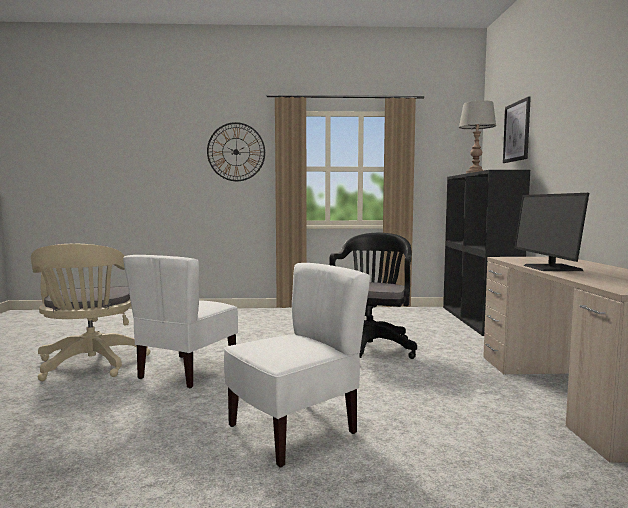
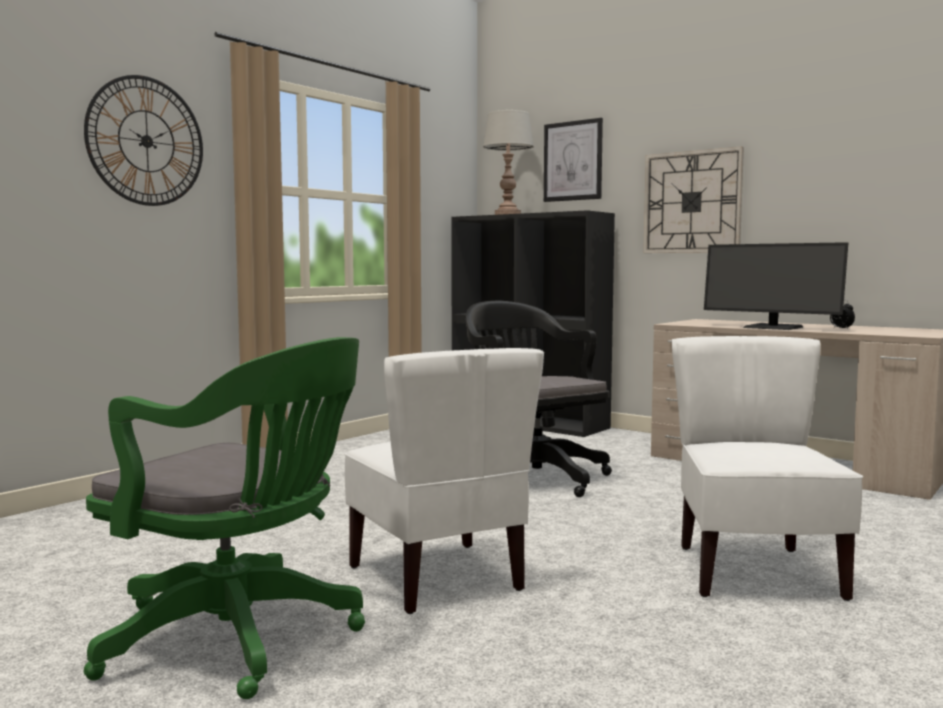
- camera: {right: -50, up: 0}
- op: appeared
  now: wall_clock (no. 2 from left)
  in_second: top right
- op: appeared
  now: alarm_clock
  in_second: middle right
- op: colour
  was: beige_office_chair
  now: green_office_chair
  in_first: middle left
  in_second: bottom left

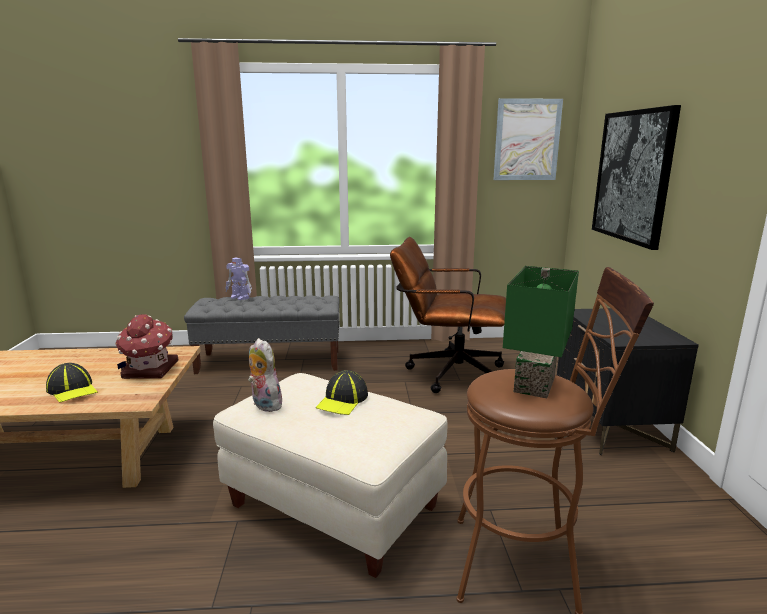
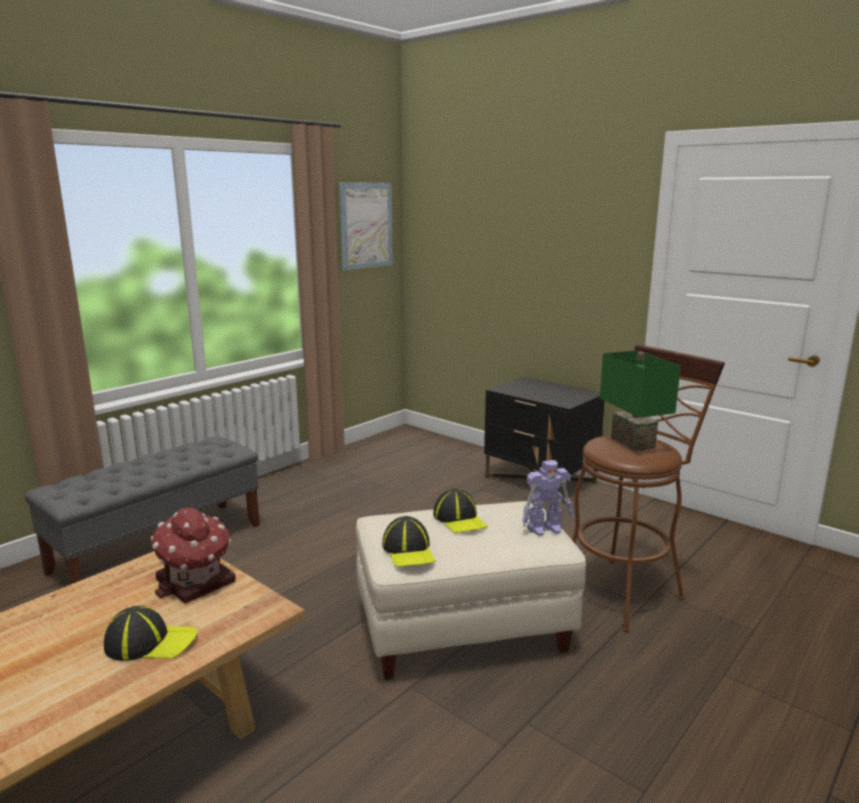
- camera: {right: -45, up: 0}
- op: missing
  was: brown_office_chair
  in_first: centre
- op: missing
  was: picture (no. 2 from left)
  in_first: top right
- op: relocated
  was: toy_robot
  in_first: middle left
  in_second: centre
- op: exchanged
  was: plush_toy
  now: cap (no. 2 from left)
  in_first: centre
  in_second: bottom centre

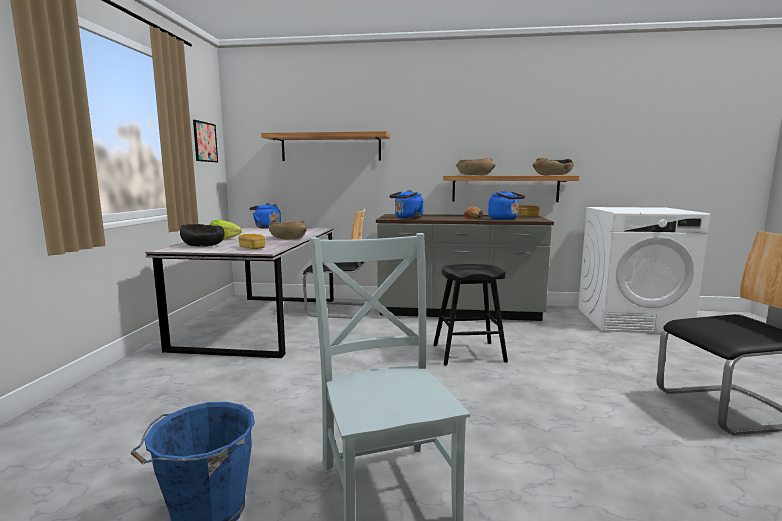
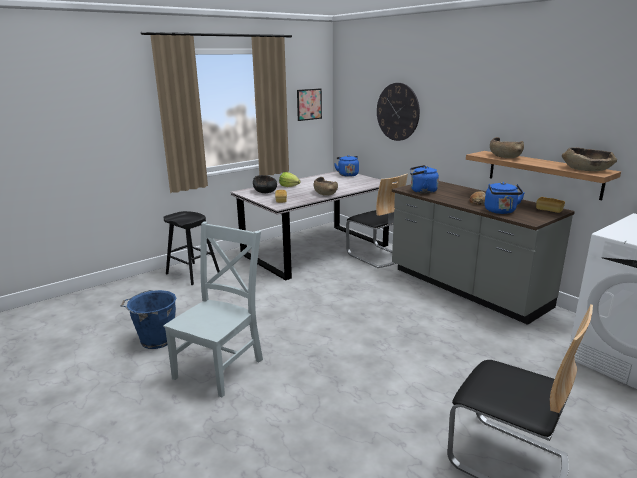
- camera: {right: 45, up: 10}
- op: relocated
  was: black_stool
  in_first: centre
  in_second: middle left
- op: exchanged
  was: shelf (no. 1 from left)
  now: wall_clock
  in_first: top centre
  in_second: top centre

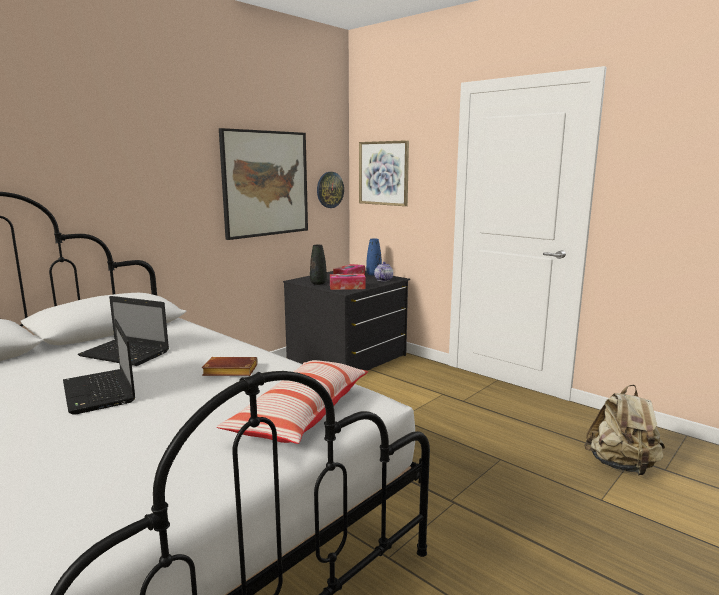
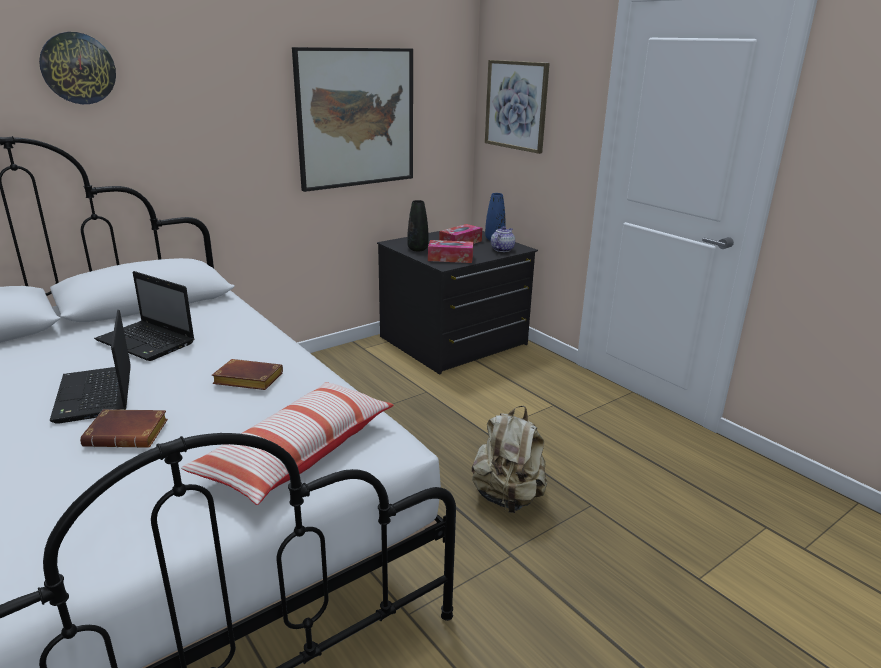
- camera: {right: 10, up: 10}
- op: appeared
  now: brown_book (no. 1 from left)
  in_second: middle left
- op: relocated
  was: wall_clock
  in_first: top centre
  in_second: top left
- op: relocated
  was: beige_backpack
  in_first: bottom right
  in_second: bottom centre

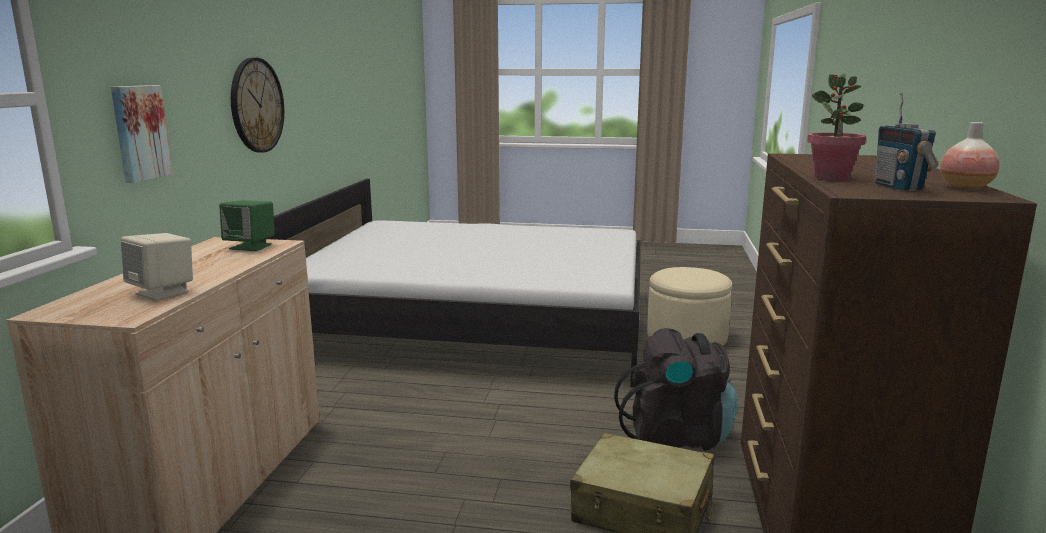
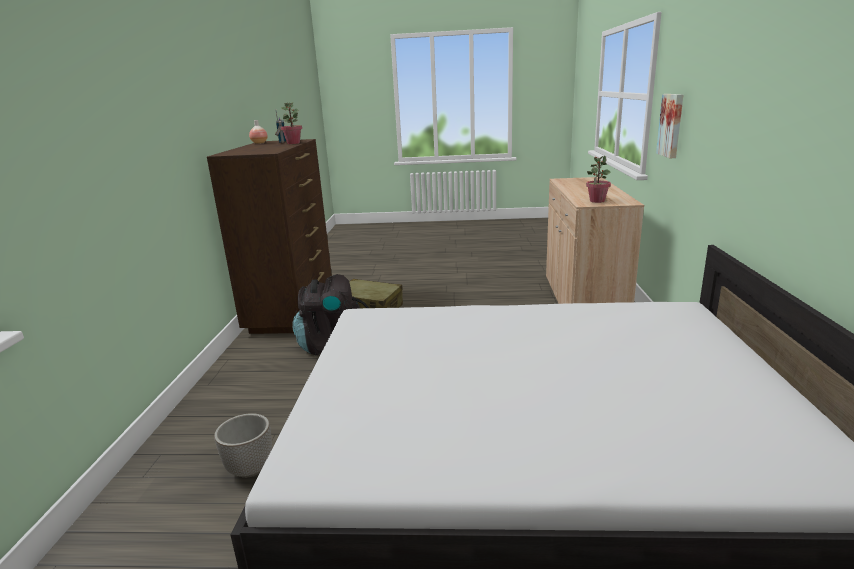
- camera: {right: 175, up: 5}
- op: missing
  was: beige_speaker
  in_first: middle left
- op: missing
  was: wall_clock
  in_first: top left
- op: exchanged
  was: green_speaker
  now: potted_plant (no. 2 from left)
  in_first: middle left
  in_second: top right
- op: exchanged
  was: beige_ottoman
  now: planter
  in_first: centre
  in_second: bottom left

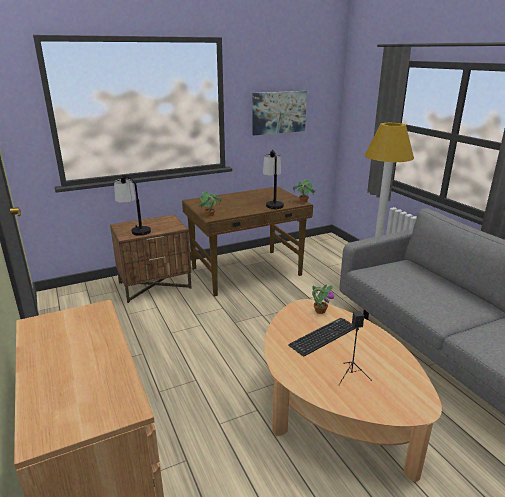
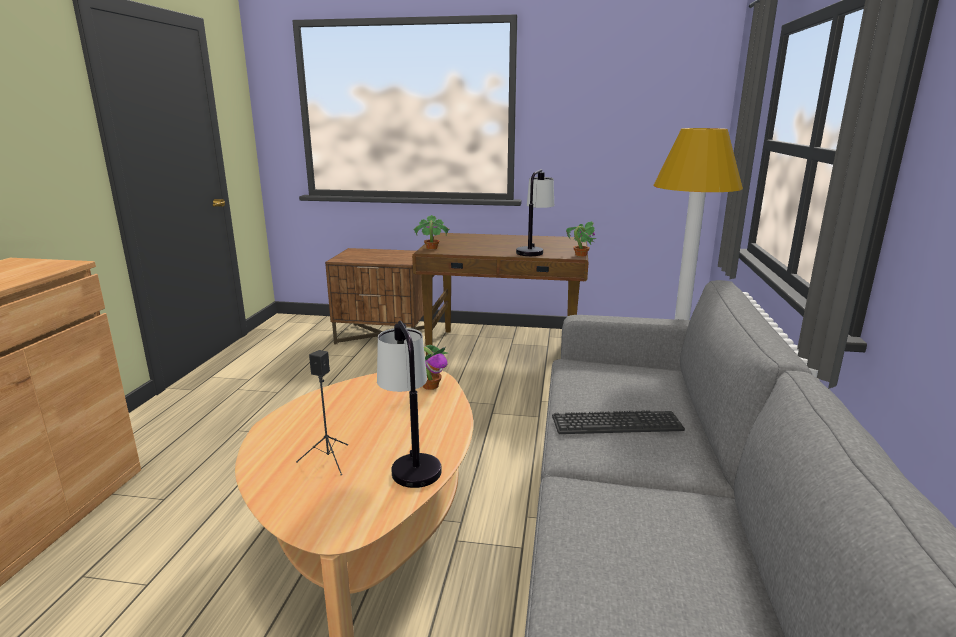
- camera: {right: 35, up: -5}
- op: missing
  was: picture
  in_first: top centre
- op: relocated
  was: table_lamp (no. 1 from left)
  in_first: middle left
  in_second: centre
- op: relocated
  was: keyboard
  in_first: bottom centre
  in_second: centre

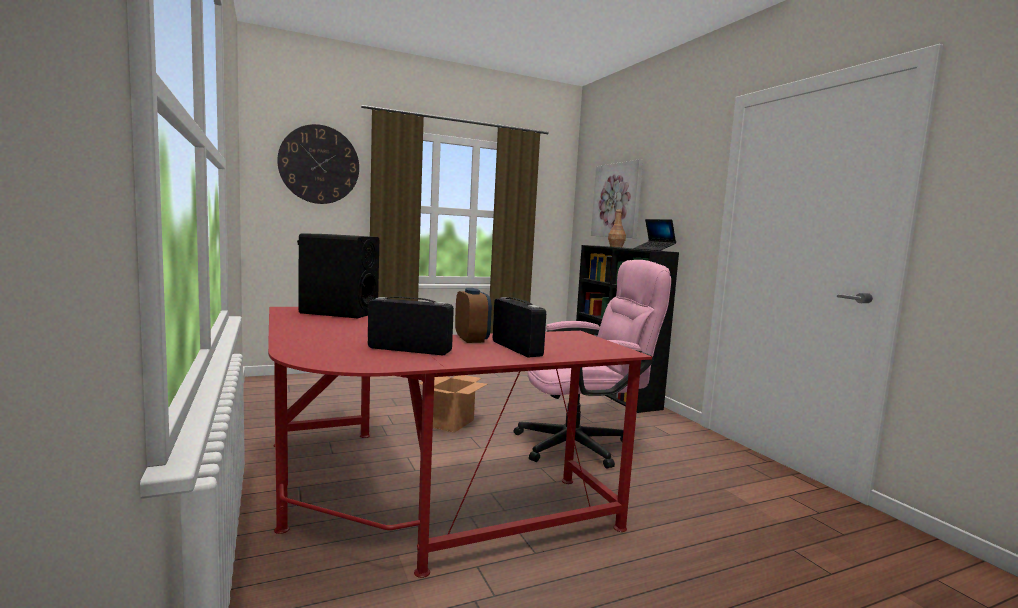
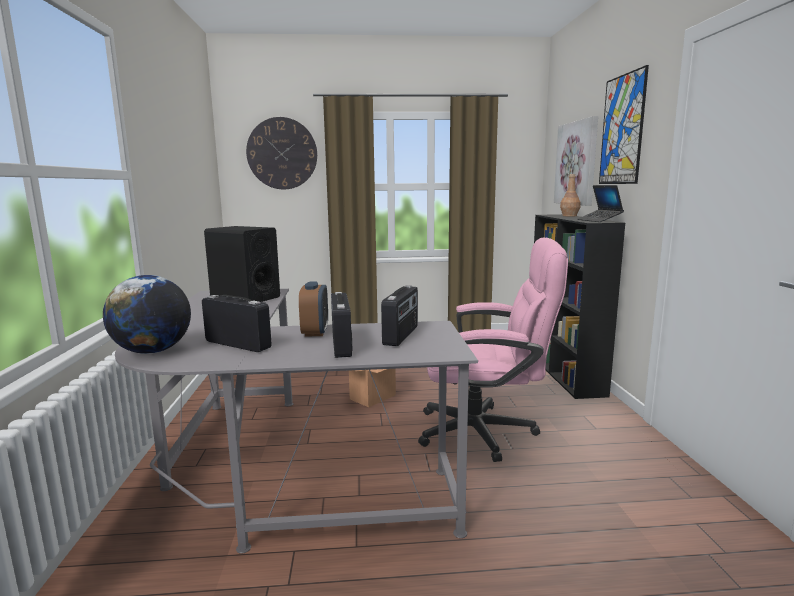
- camera: {right: 20, up: 5}
- op: appeared
  now: globe
  in_second: middle left
- op: appeared
  now: radio (no. 3 from left)
  in_second: centre
- op: appeared
  now: picture (no. 2 from left)
  in_second: top right
- op: colour
  was: red_desk
  now: grey_desk
  in_first: bottom centre
  in_second: bottom centre

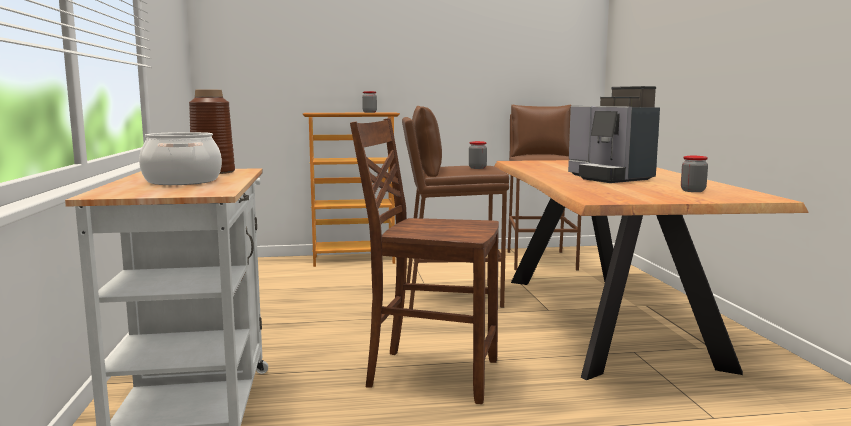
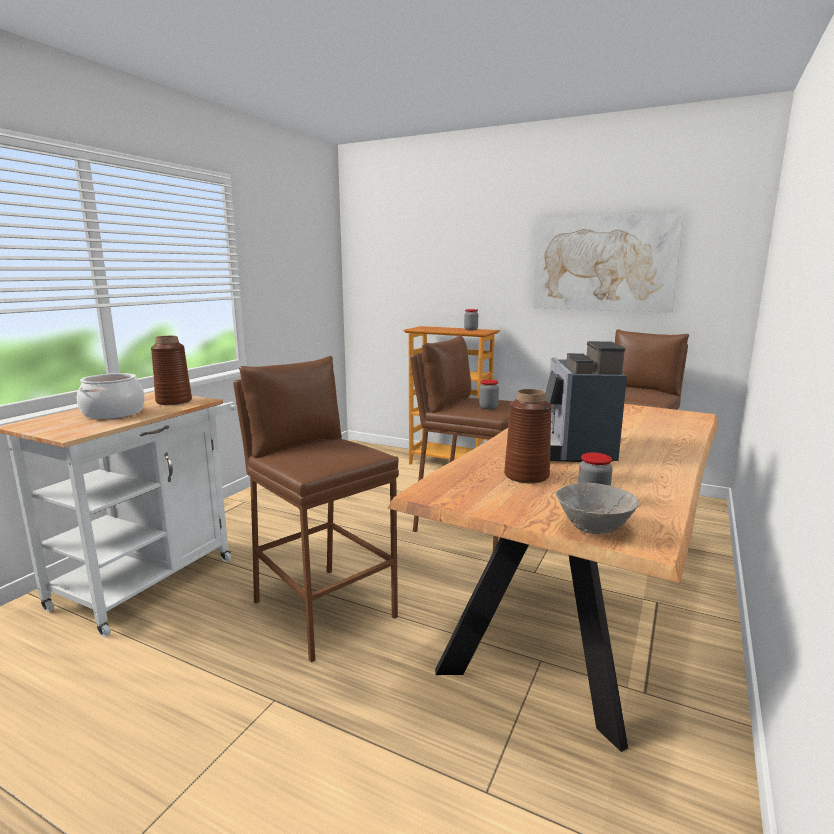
- camera: {right: 35, up: 5}
- op: appeared
  now: brown_vase (no. 2 from left)
  in_second: centre
- op: appeared
  now: picture
  in_second: top right
- op: appeared
  now: grey_bowl
  in_second: middle right
- op: exchanged
  was: brown_chair
  now: brown_stool (no. 1 from left)
  in_first: centre
  in_second: centre

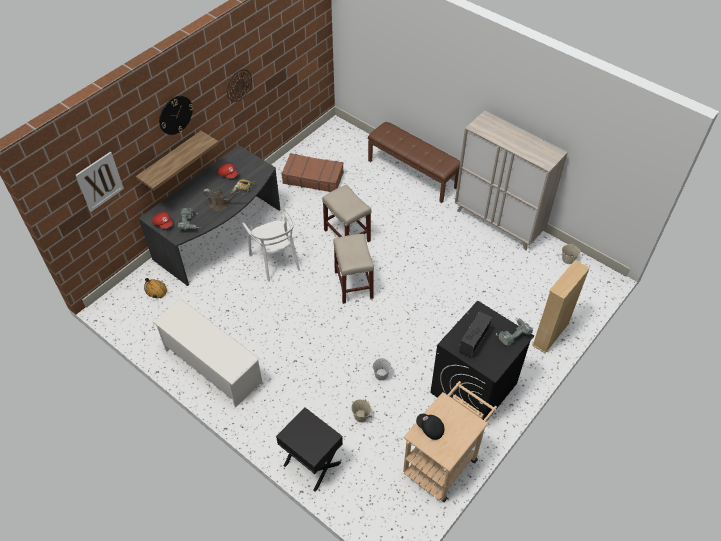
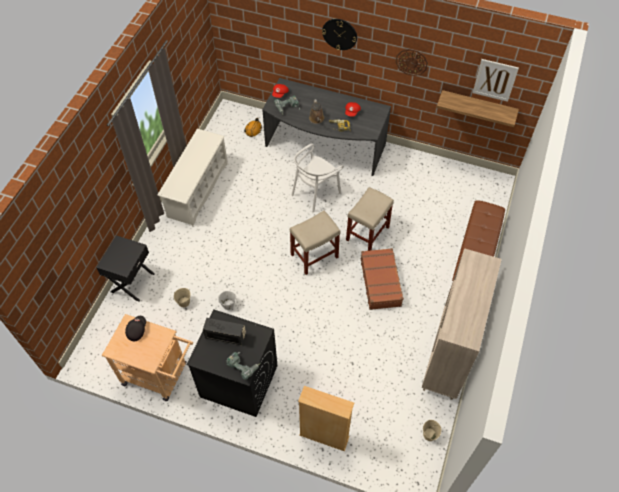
- camera: {right: 70, up: 5}
- op: relocated
  was: picture
  in_first: middle left
  in_second: top right
- op: relocated
  was: shelf
  in_first: top left
  in_second: top right
- op: relocated
  was: brown_suitcase
  in_first: top centre
  in_second: centre

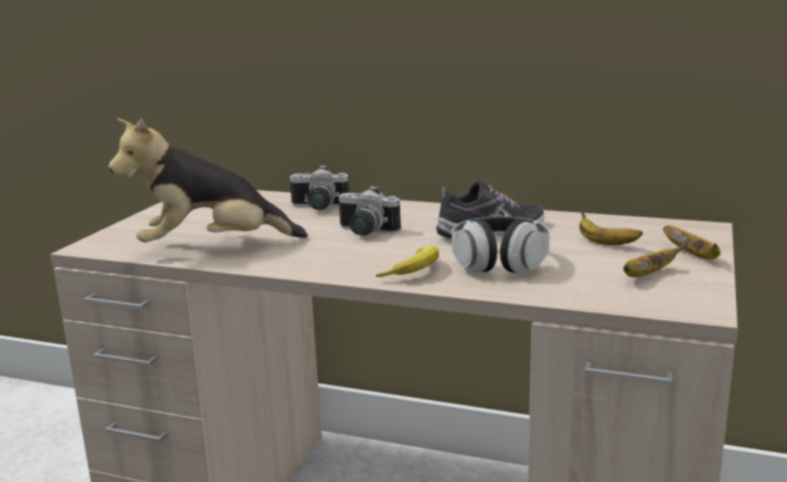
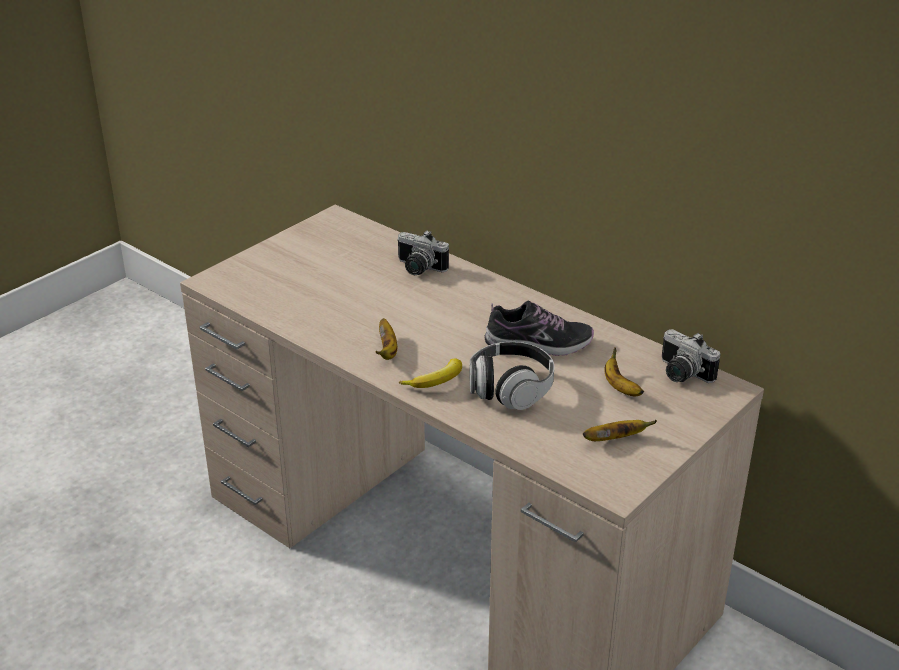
- camera: {right: 20, up: 15}
- op: missing
  was: plush_toy
  in_first: middle left
- op: relocated
  was: photo_camera (no. 2 from left)
  in_first: centre
  in_second: middle right
- op: relocated
  was: banana (no. 4 from left in the first image)
  now: banana (no. 1 from left)
  in_first: middle right
  in_second: centre

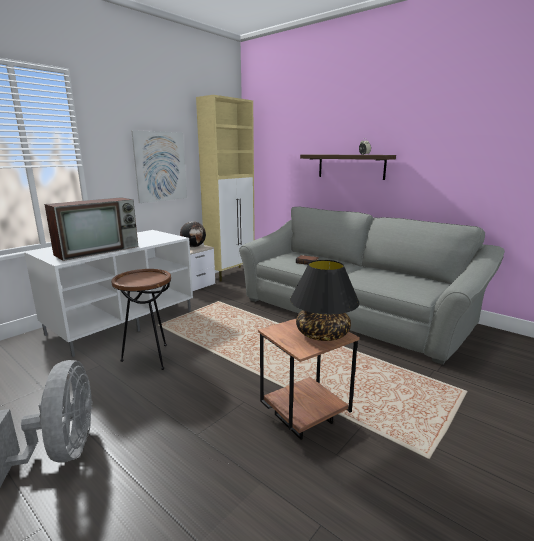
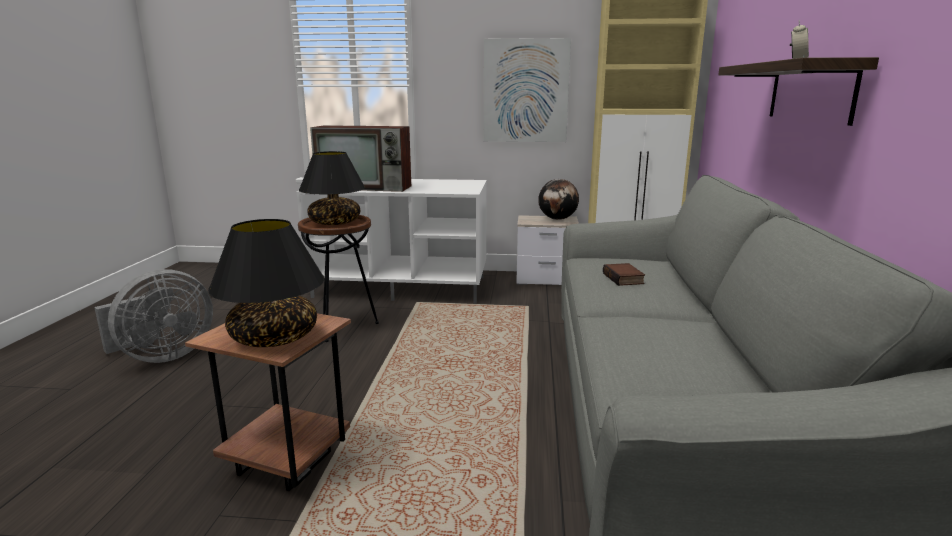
- camera: {right: 55, up: 0}
- op: appeared
  now: black_table_lamp (no. 2 from left)
  in_second: centre

